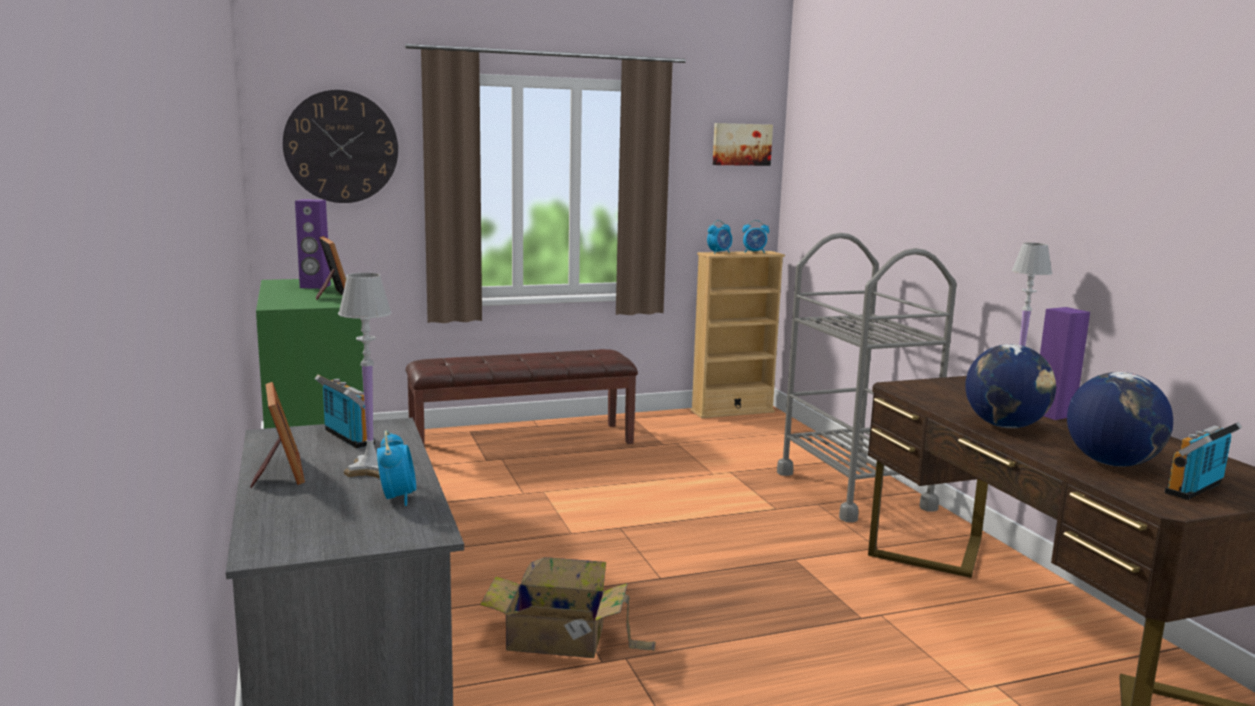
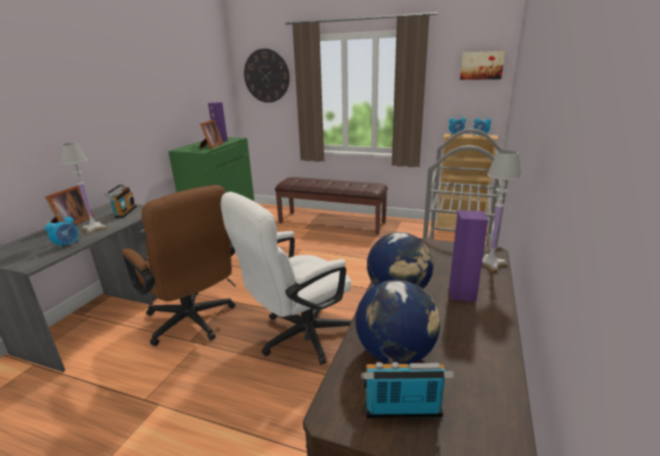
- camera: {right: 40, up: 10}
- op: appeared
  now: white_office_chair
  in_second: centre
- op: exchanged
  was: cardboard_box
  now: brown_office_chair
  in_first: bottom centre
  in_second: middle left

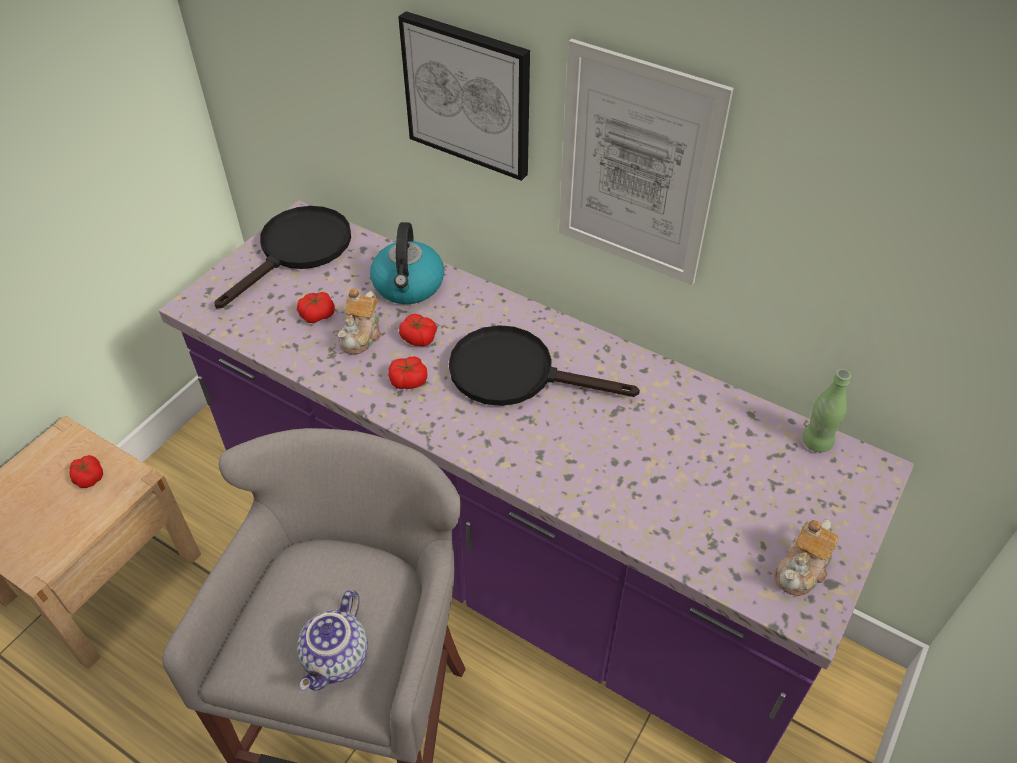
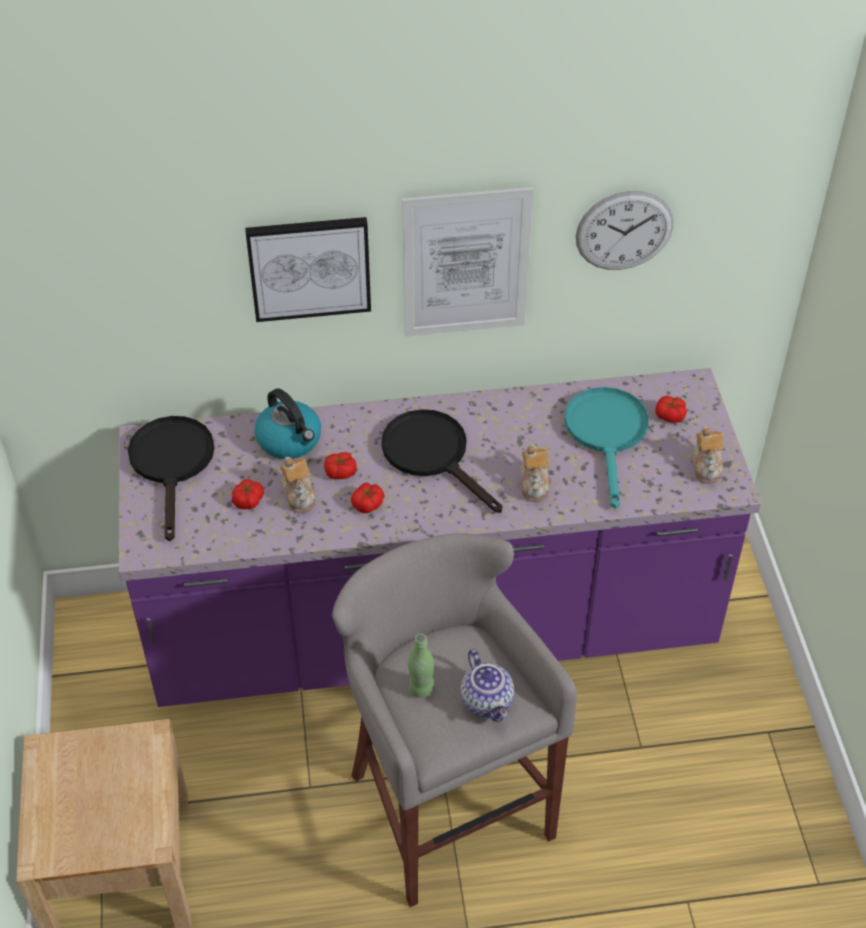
- camera: {right: -40, up: 0}
- op: appeared
  now: teapot (no. 3 from left)
  in_second: centre
- op: appeared
  now: turquoise_frying_pan
  in_second: middle right
- op: appeared
  now: wall_clock
  in_second: top right
- op: relocated
  was: tomato (no. 1 from left in the first image)
  now: tomato (no. 4 from left)
  in_first: middle left
  in_second: middle right
- op: relocated
  was: green_bottle
  in_first: middle right
  in_second: bottom centre
- op: spun
  was: black_frying_pan (no. 2 from left)
  in_first: centre
  in_second: centre
  clockwise: 75

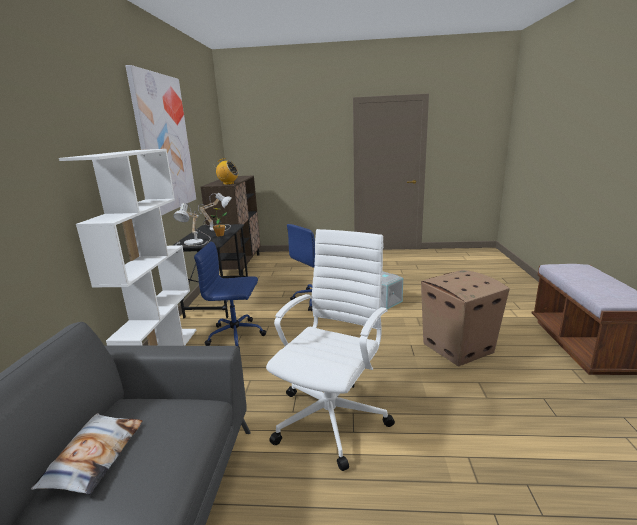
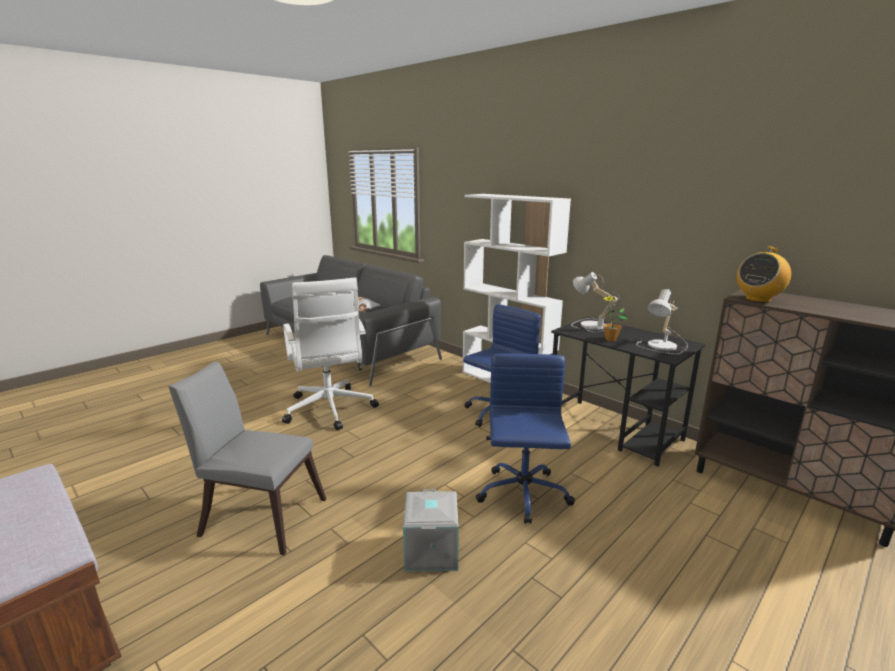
- camera: {right: 130, up: 0}
- op: missing
  was: picture
  in_first: top left
- op: exchanged
  was: cardboard_box
  now: grey_chair
  in_first: middle right
  in_second: bottom left

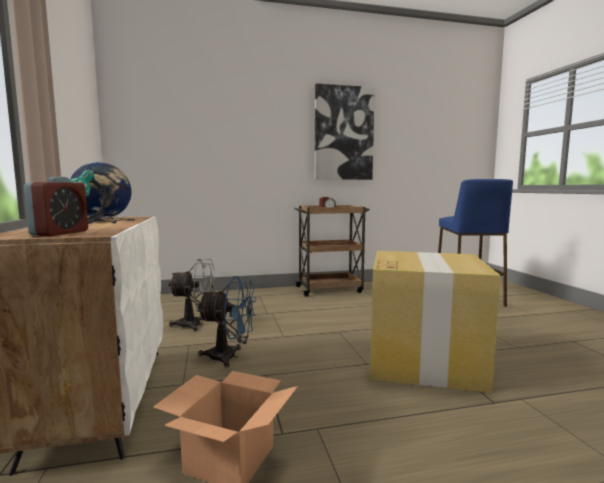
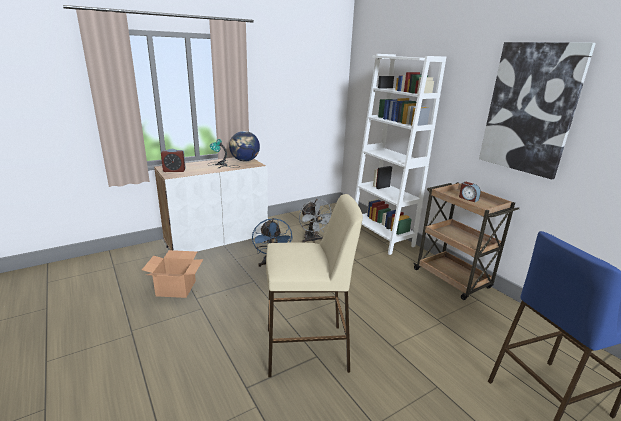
- camera: {right: 70, up: 15}
- op: appeared
  now: white_bookcase
  in_second: centre
- op: exchanged
  was: cardboard_box (no. 2 from left)
  now: beige_stool
  in_first: bottom right
  in_second: bottom centre

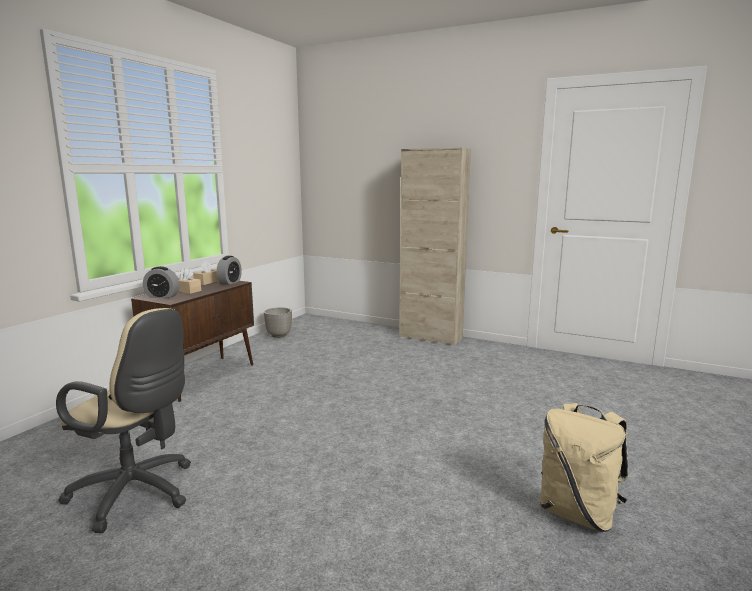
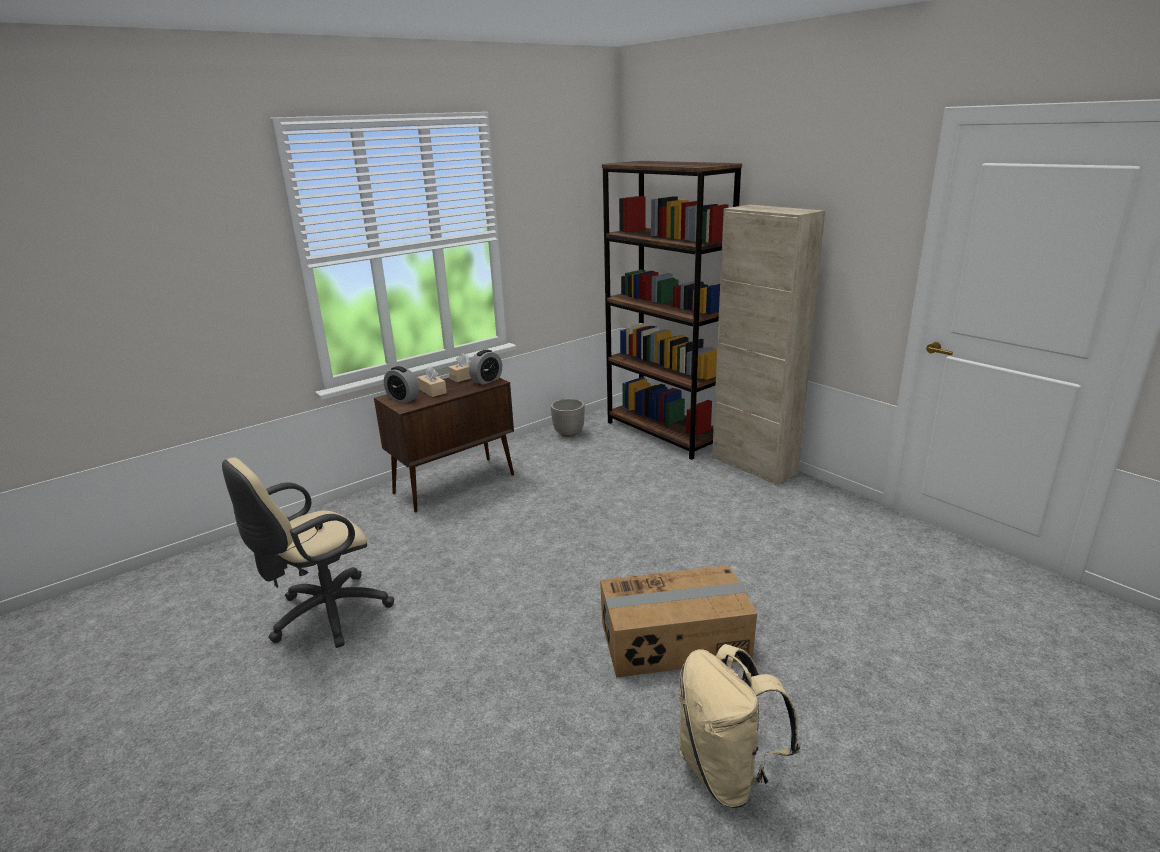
- camera: {right: 25, up: 10}
- op: appeared
  now: cardboard_box
  in_second: bottom centre
- op: appeared
  now: brown_bookcase
  in_second: centre
- op: spun
  was: beige_office_chair
  in_first: bottom left
  in_second: middle left
  clockwise: 90

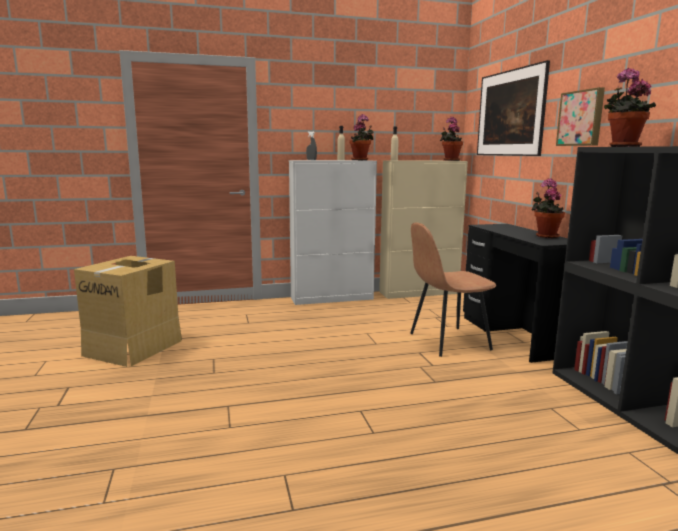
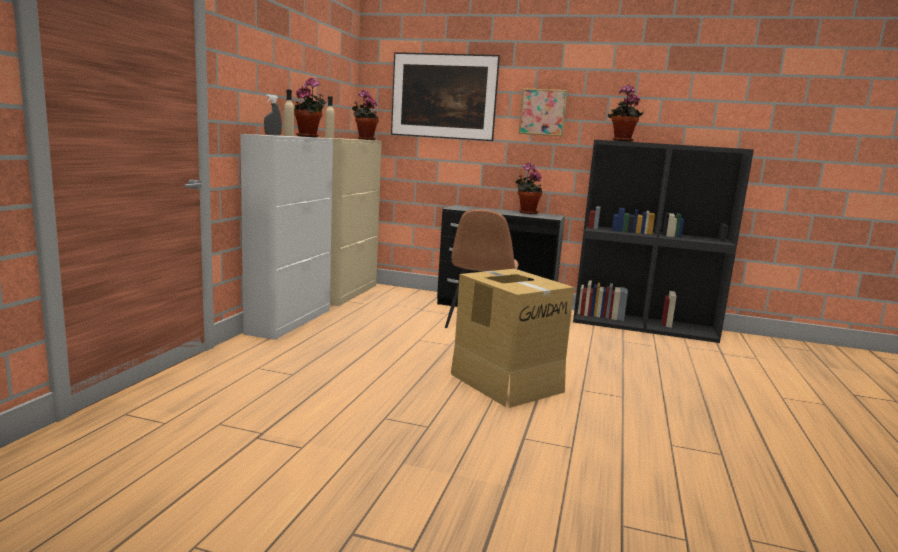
- camera: {right: -60, up: 0}
- op: relocated
  was: cardboard_box
  in_first: middle left
  in_second: centre

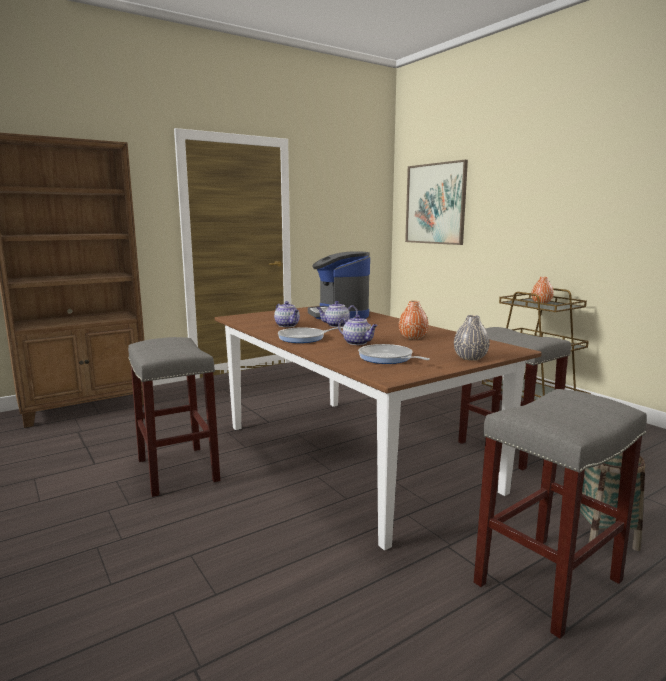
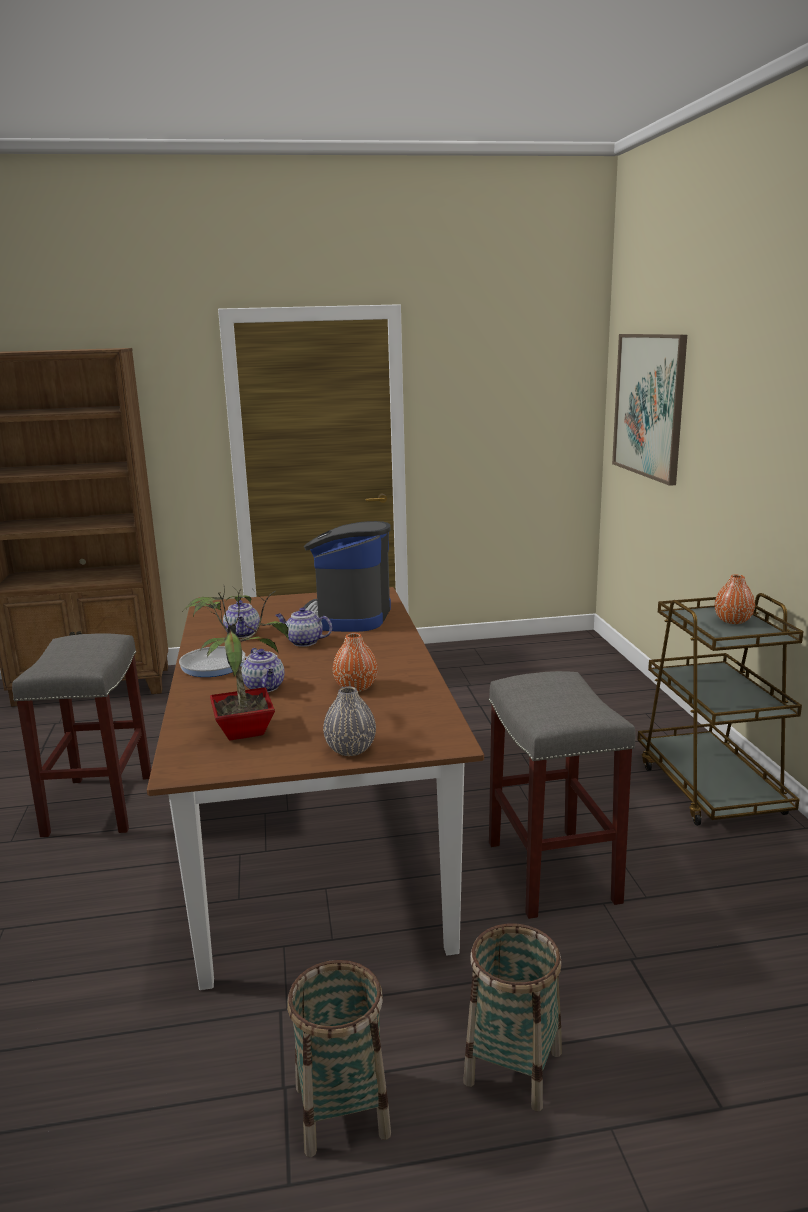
- camera: {right: 25, up: 5}
- op: exchanged
  was: frying_pan (no. 2 from left)
  now: potted_plant
  in_first: centre
  in_second: middle left
- op: exchanged
  was: grey_stool (no. 3 from left)
  now: basket (no. 1 from left)
  in_first: bottom right
  in_second: bottom centre

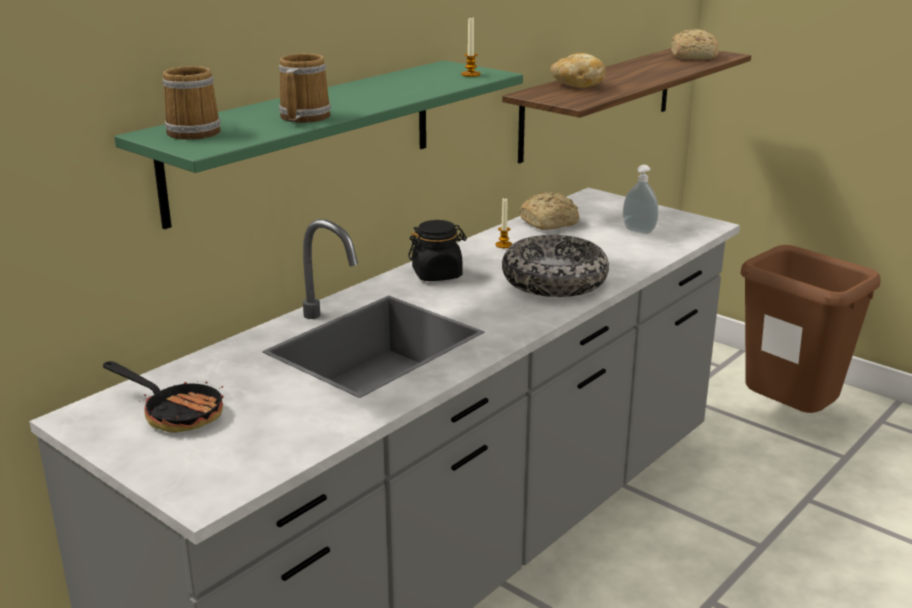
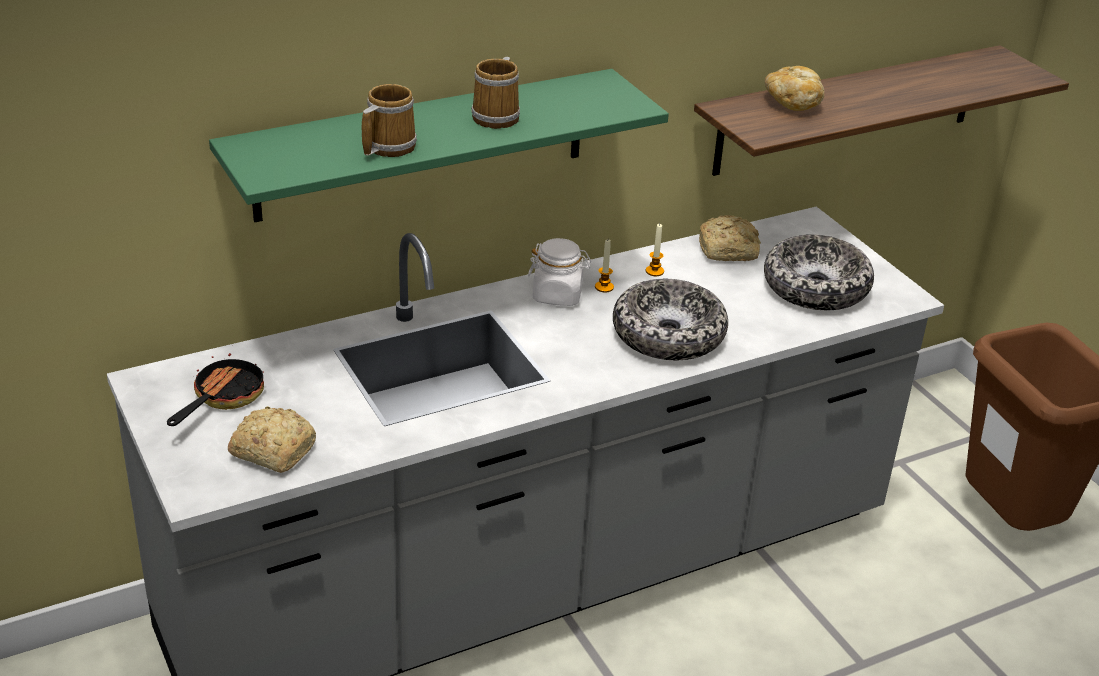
- camera: {right: 20, up: 10}
- op: relocated
  was: mug (no. 1 from left in the first image)
  now: mug (no. 2 from left)
  in_first: top left
  in_second: top centre
- op: relocated
  was: candle (no. 1 from left)
  in_first: top centre
  in_second: centre
- op: relocated
  was: bread (no. 3 from left in the first image)
  now: bread (no. 1 from left)
  in_first: top right
  in_second: middle left
- op: exchanged
  was: soap_dispenser
  now: bowl (no. 2 from left)
  in_first: top right
  in_second: middle right
- op: colour
  was: black_jar
  now: white_jar
  in_first: centre
  in_second: centre
- op: spun
  was: frying_pan
  in_first: middle left
  in_second: middle left
  clockwise: -120

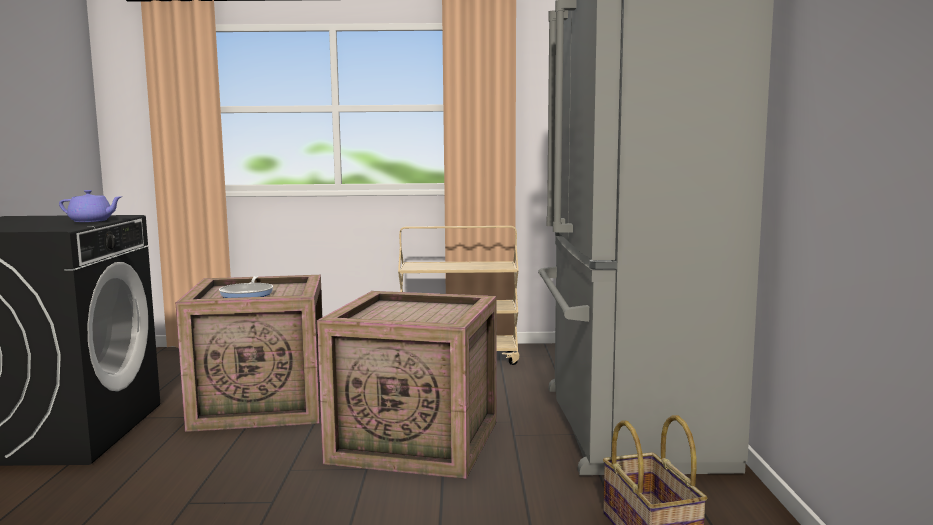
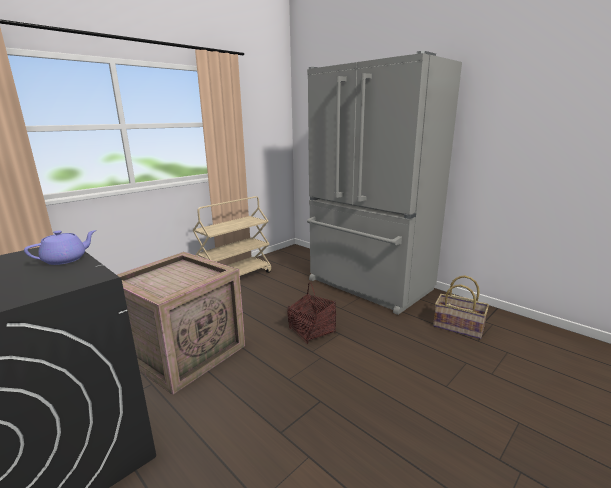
- camera: {right: -45, up: 10}
- op: missing
  was: frying_pan
  in_first: middle left
- op: exchanged
  was: crate (no. 2 from left)
  now: basket (no. 1 from left)
  in_first: bottom centre
  in_second: centre

